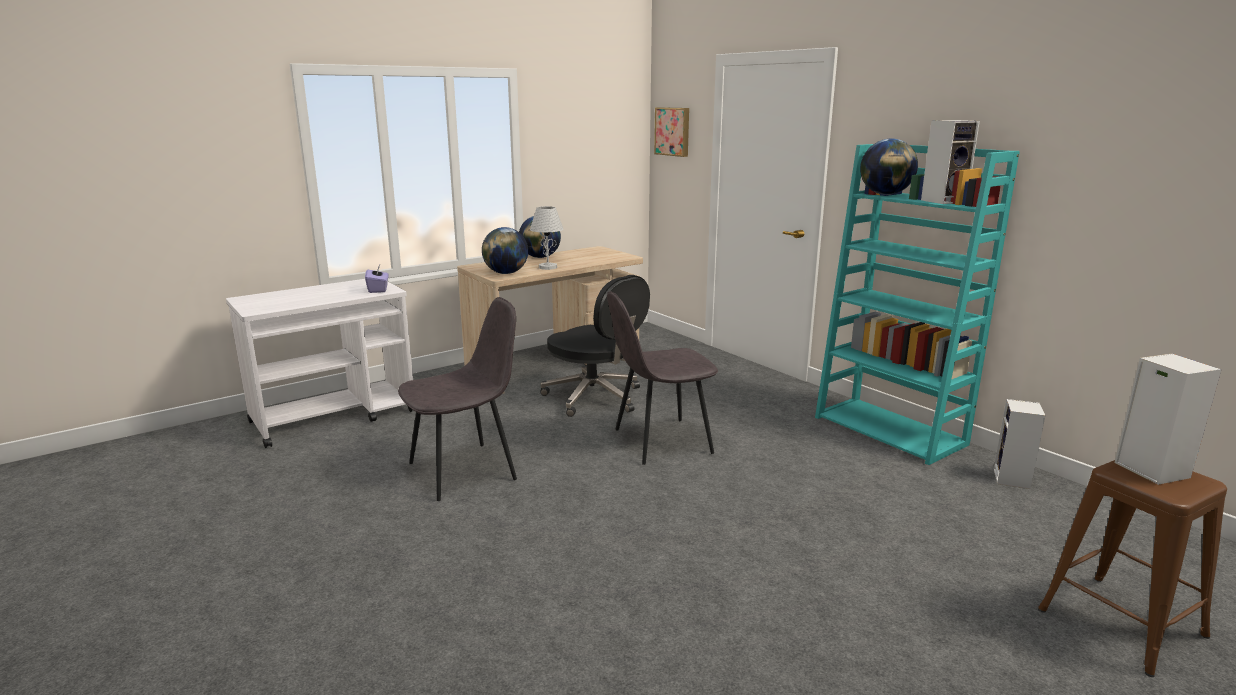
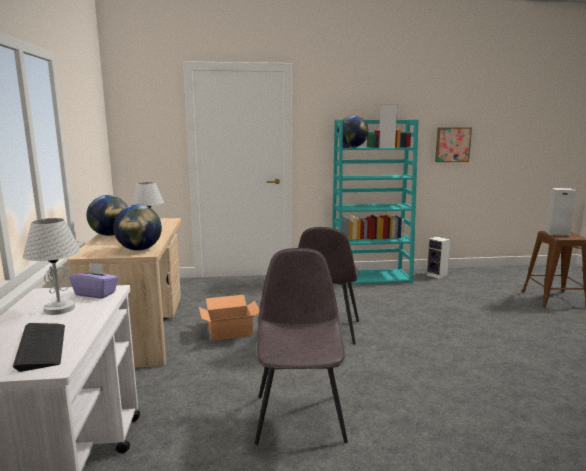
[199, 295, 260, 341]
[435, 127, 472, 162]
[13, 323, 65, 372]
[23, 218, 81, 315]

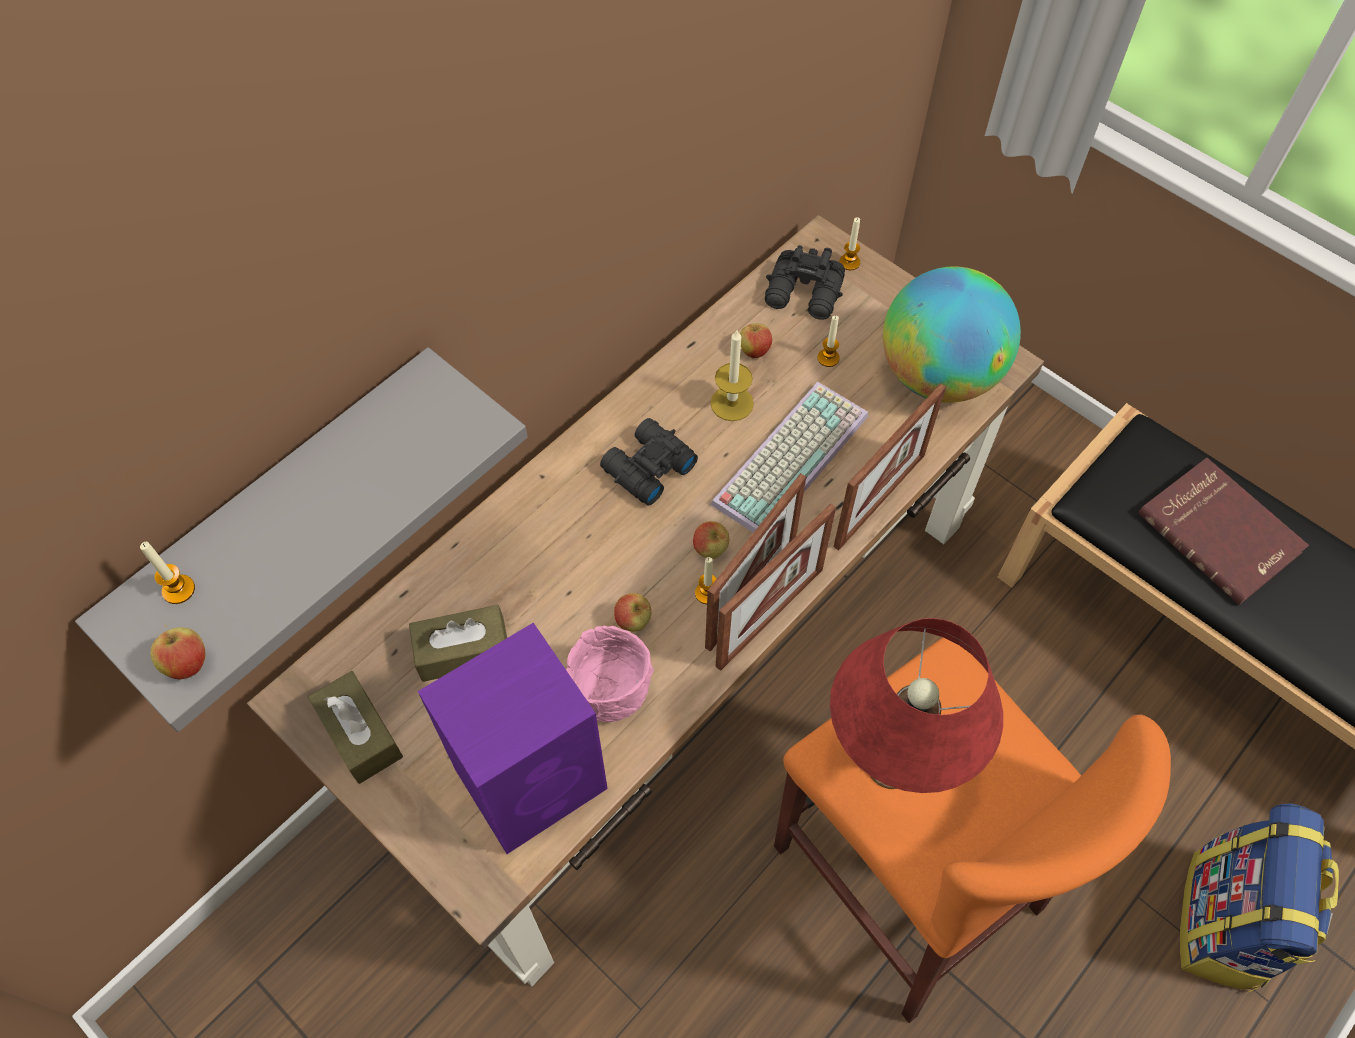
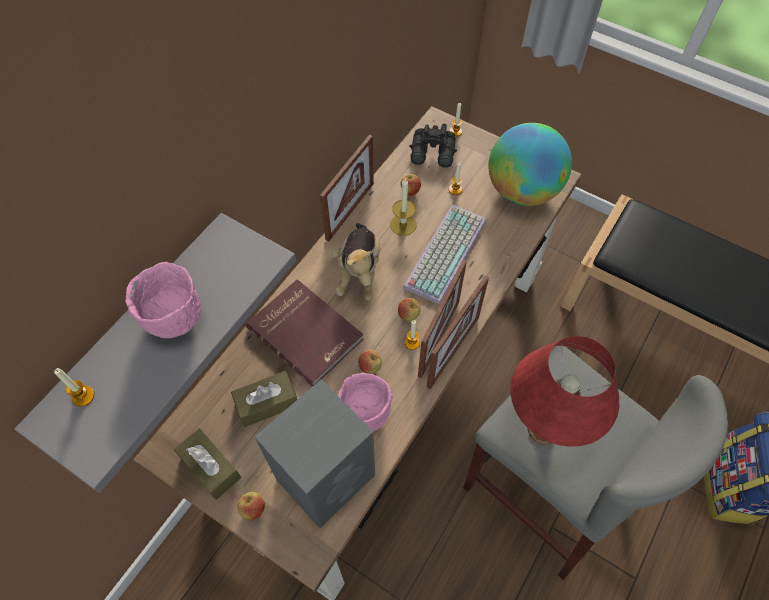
[237, 492, 265, 520]
[255, 380, 375, 528]
[332, 223, 380, 301]
[463, 346, 728, 580]
[320, 135, 374, 242]
[246, 279, 364, 387]
[125, 262, 201, 338]

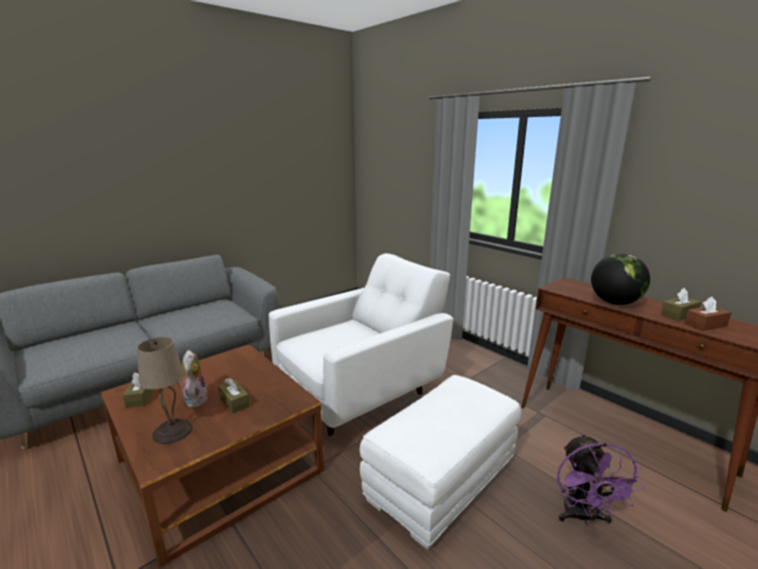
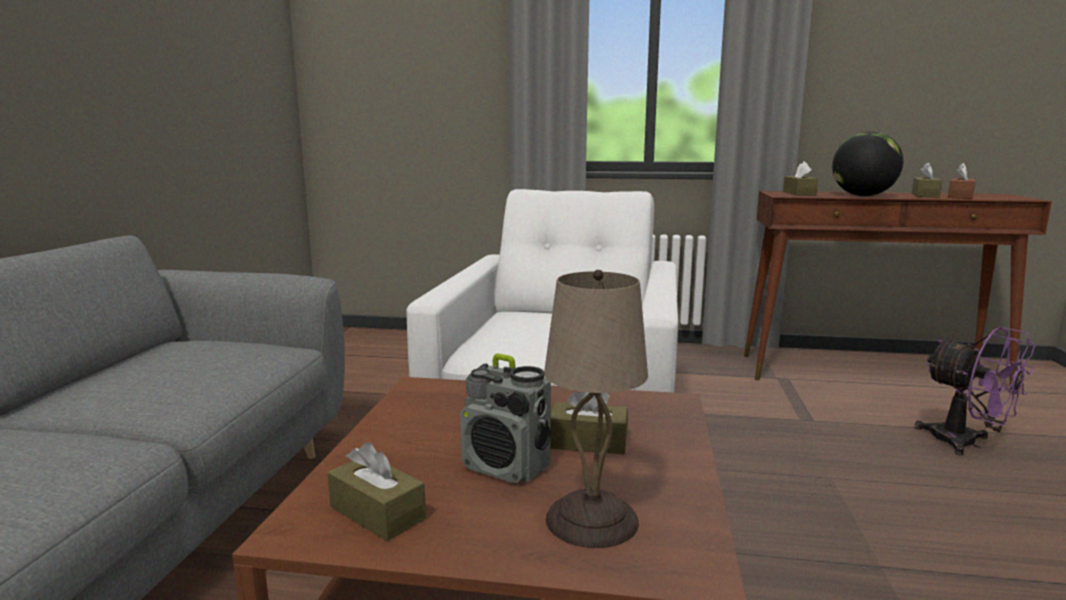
[460, 354, 551, 483]
[360, 375, 521, 550] (first image)
[783, 161, 818, 195]

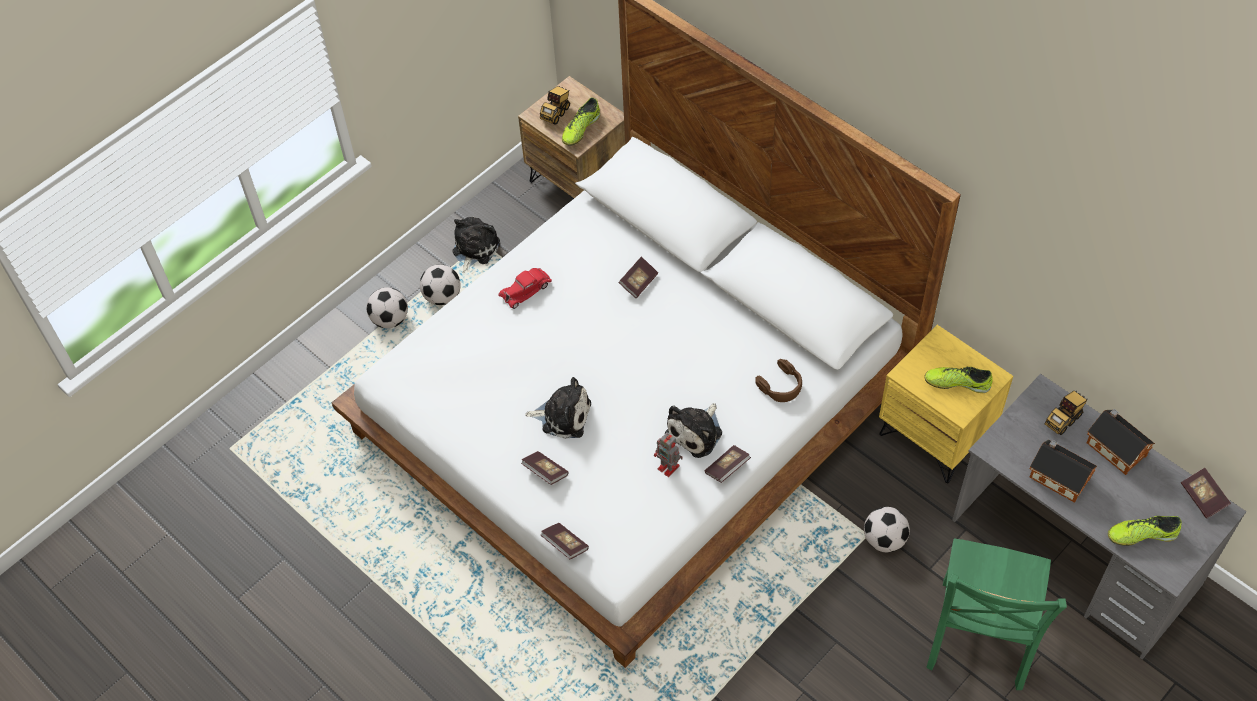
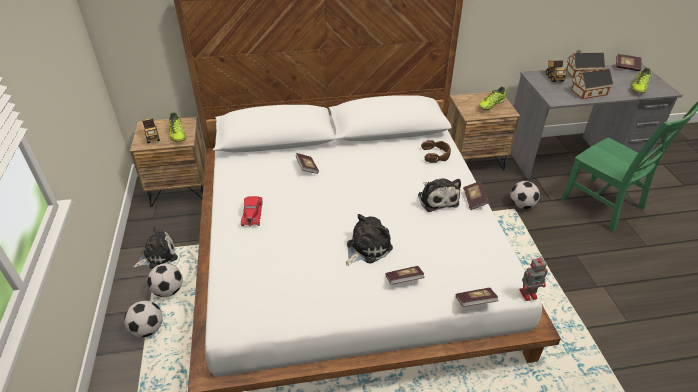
[133, 227, 178, 269]
[519, 256, 548, 301]
[447, 92, 520, 170]

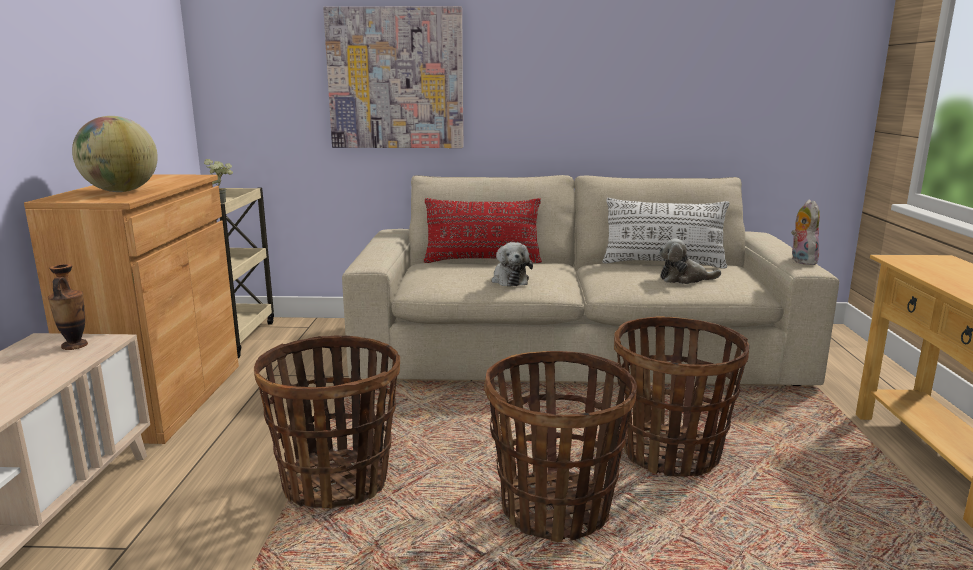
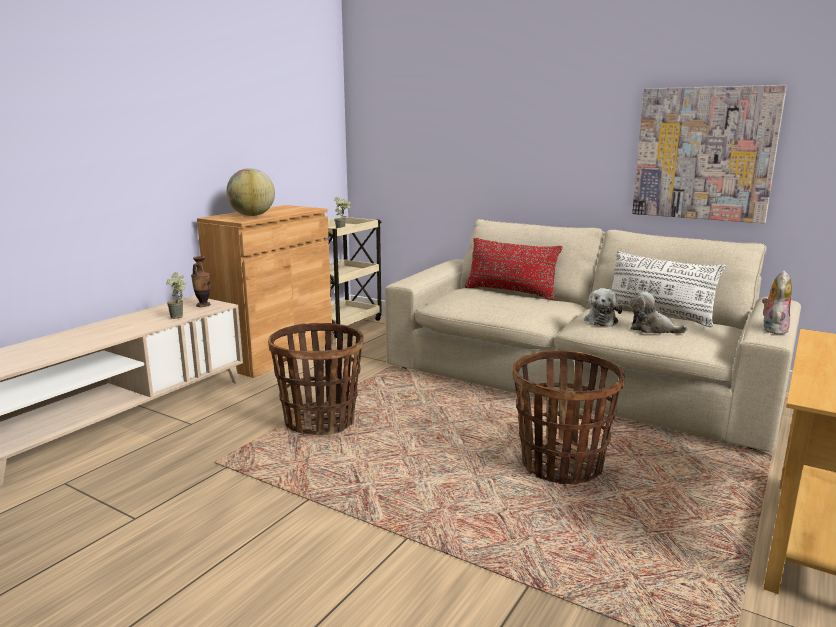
[632, 85, 787, 223]
[484, 351, 637, 542] (first image)
[584, 288, 622, 327]
[166, 272, 186, 319]

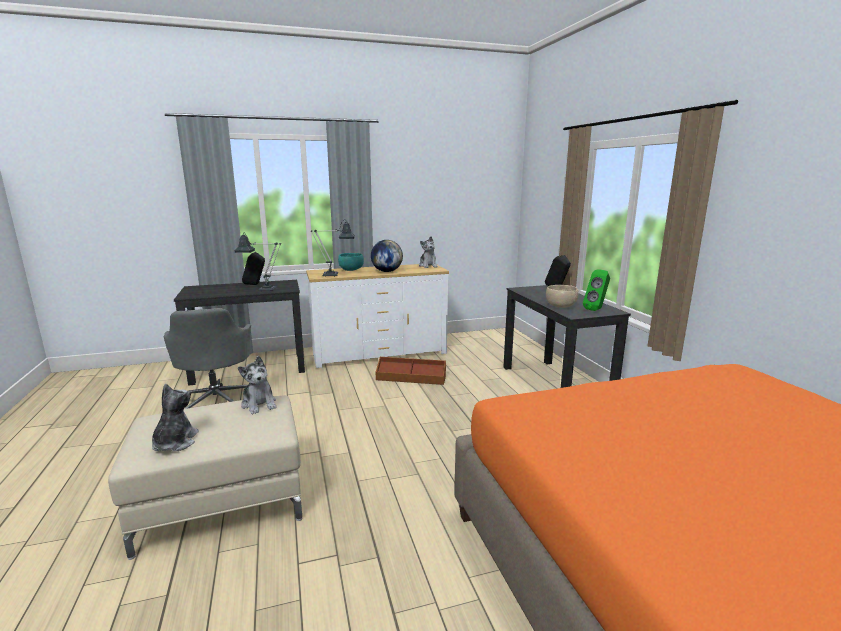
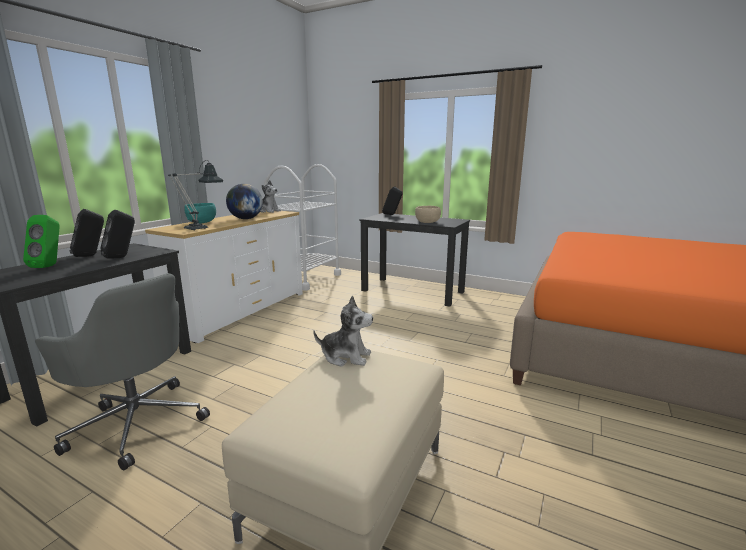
[152, 383, 199, 451] (first image)
[100, 210, 135, 259]
[376, 357, 446, 385] (first image)
[23, 215, 60, 268]
[264, 164, 341, 291]

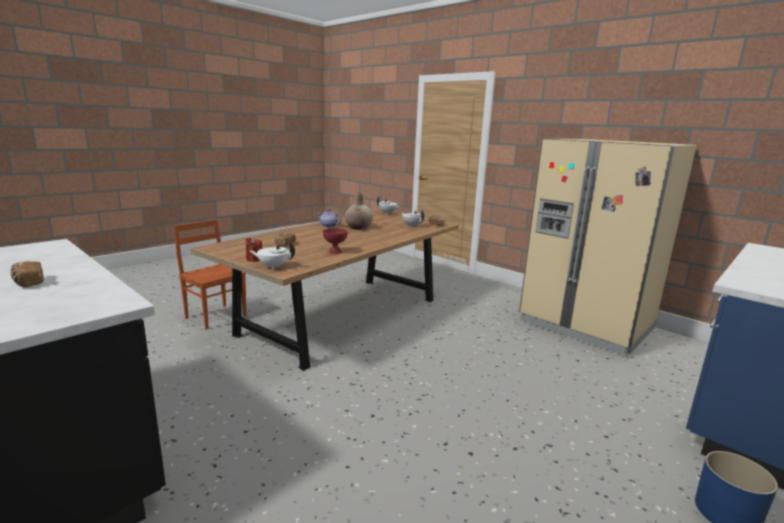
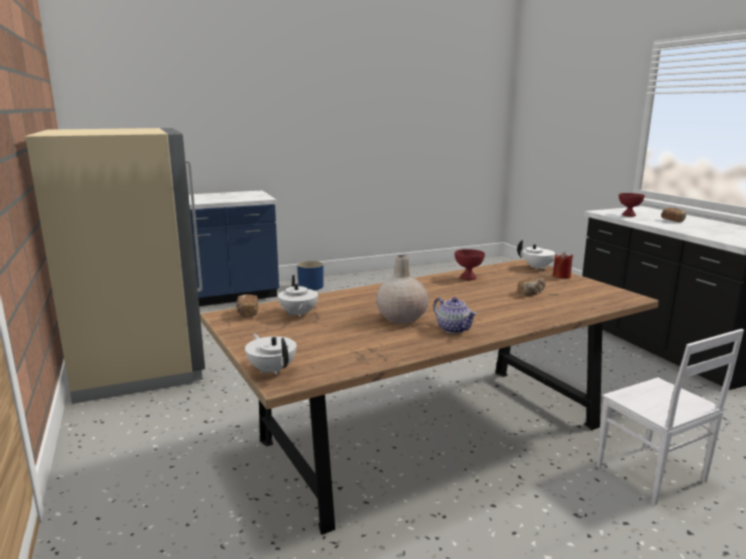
[596, 329, 744, 505]
[619, 193, 645, 216]

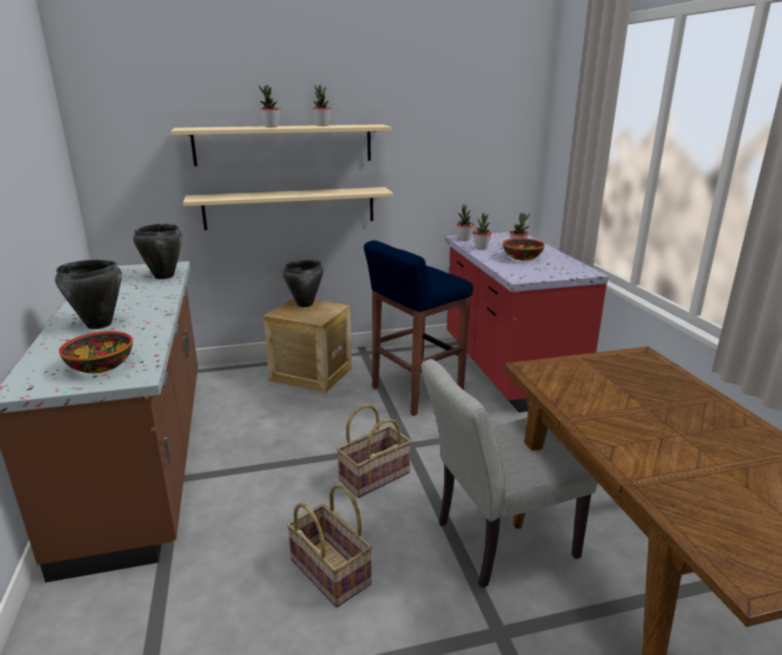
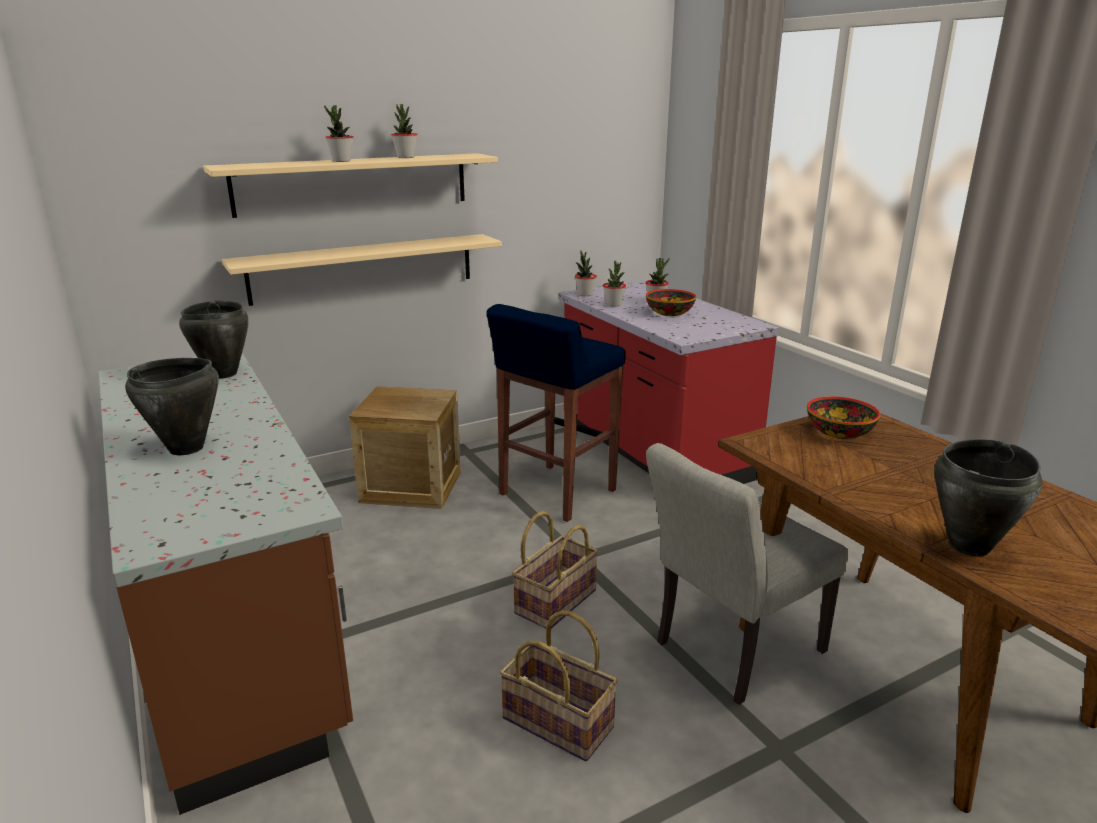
[807, 396, 880, 439]
[934, 439, 1042, 557]

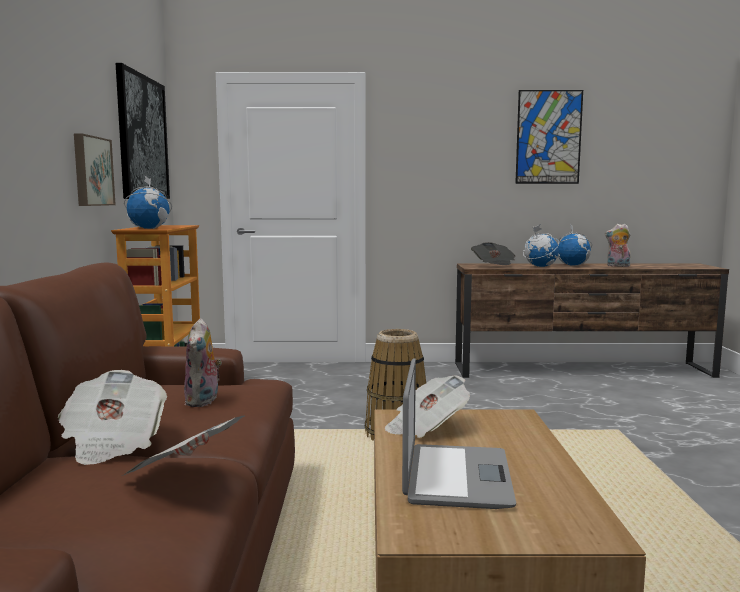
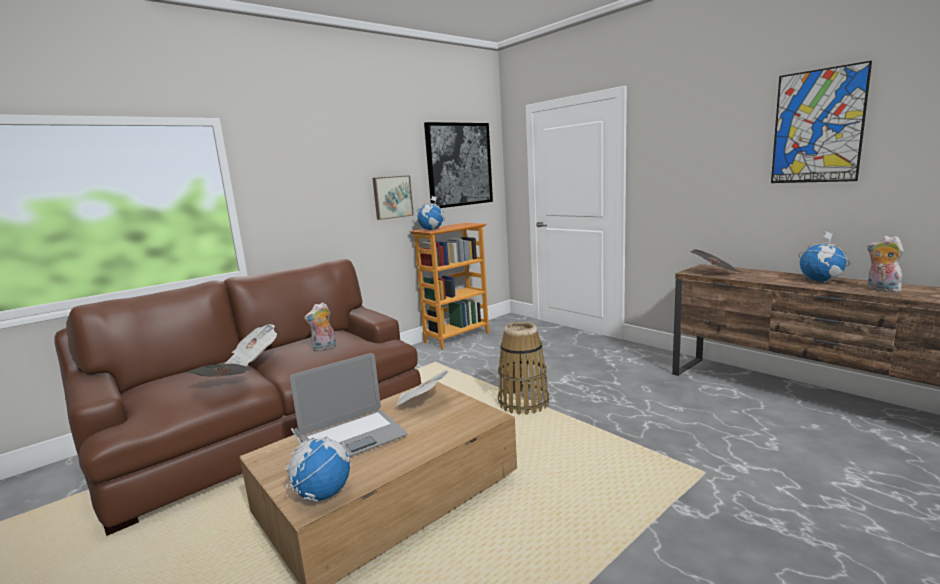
[285, 428, 351, 502]

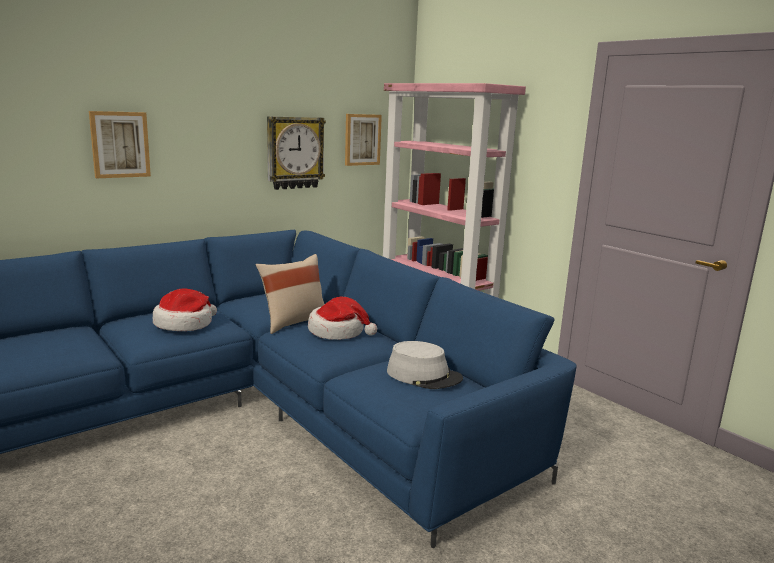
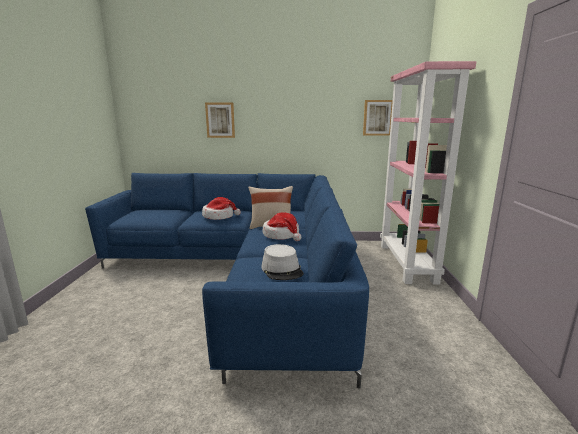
[267, 116, 326, 190] (first image)

